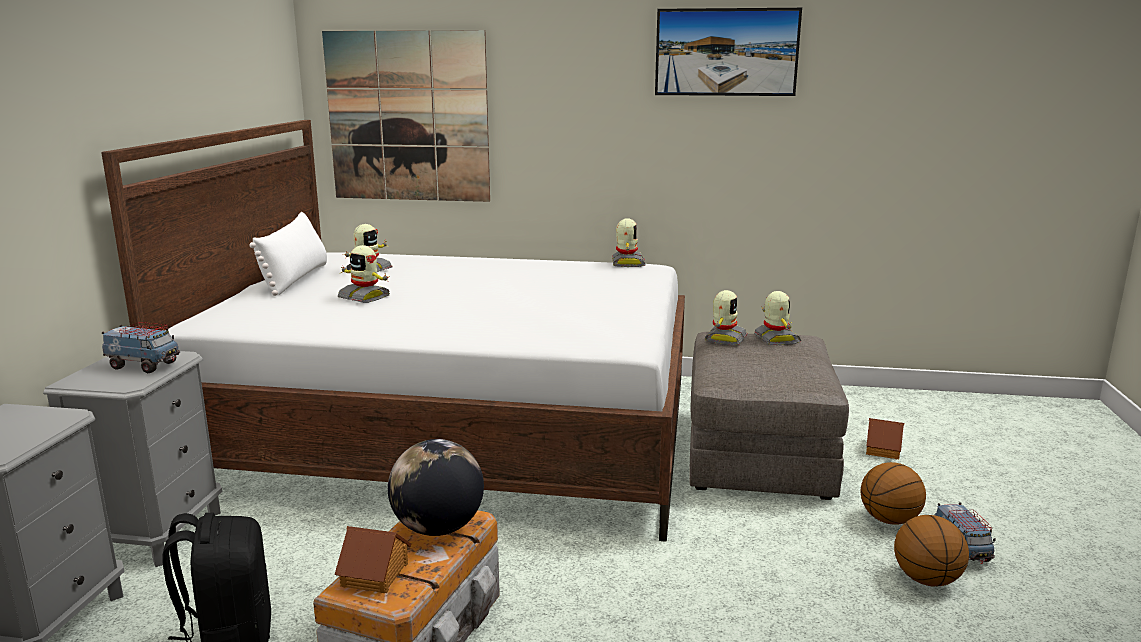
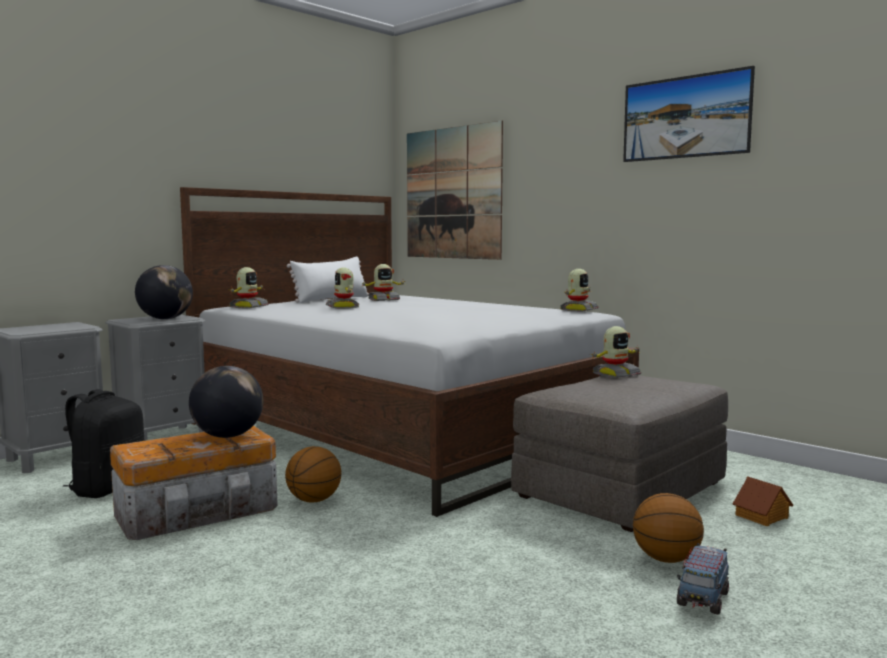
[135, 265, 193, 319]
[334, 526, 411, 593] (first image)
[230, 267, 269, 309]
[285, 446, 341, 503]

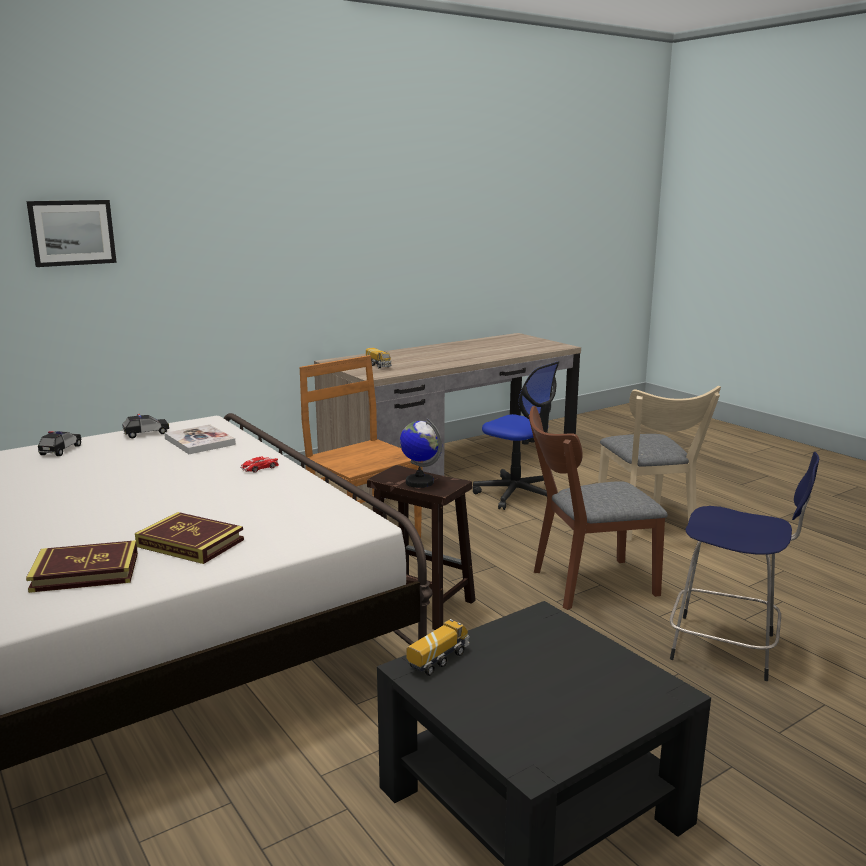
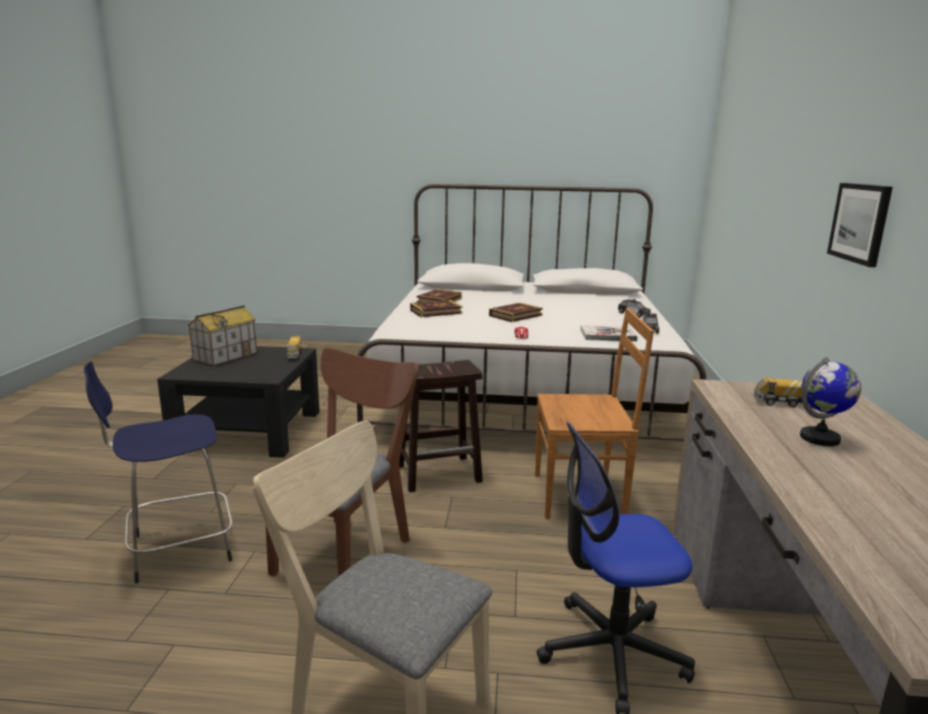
[827, 183, 893, 267]
[800, 357, 861, 446]
[187, 305, 257, 366]
[489, 303, 543, 322]

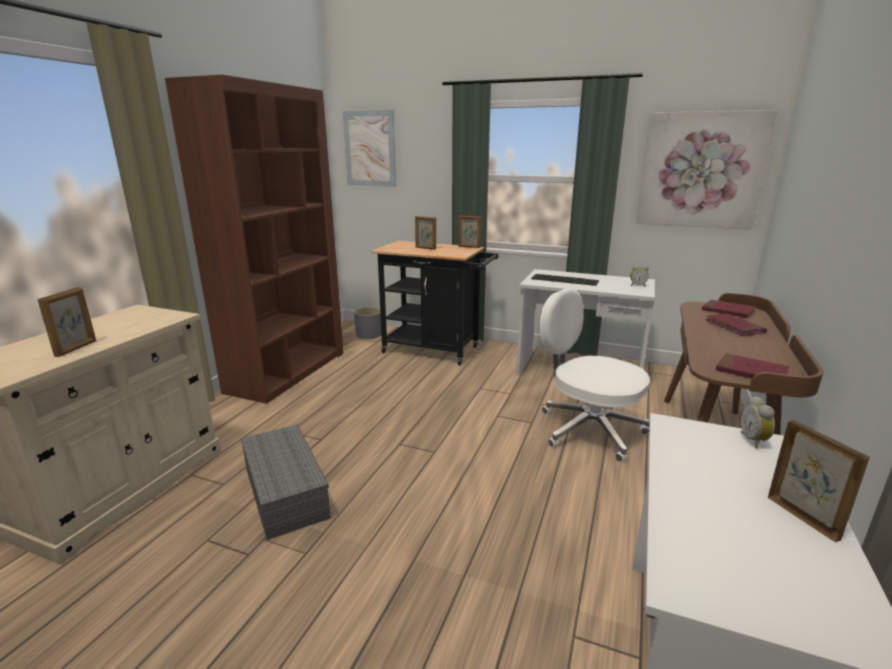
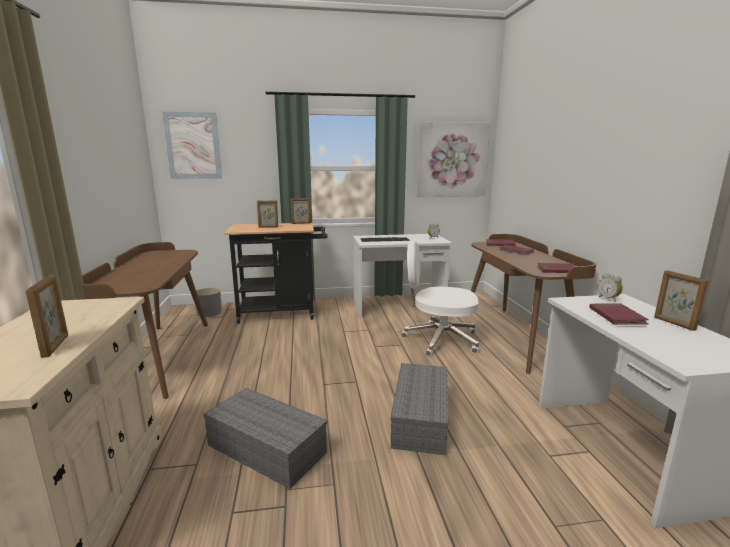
[82, 242, 208, 399]
[654, 270, 709, 331]
[390, 363, 448, 455]
[589, 303, 649, 325]

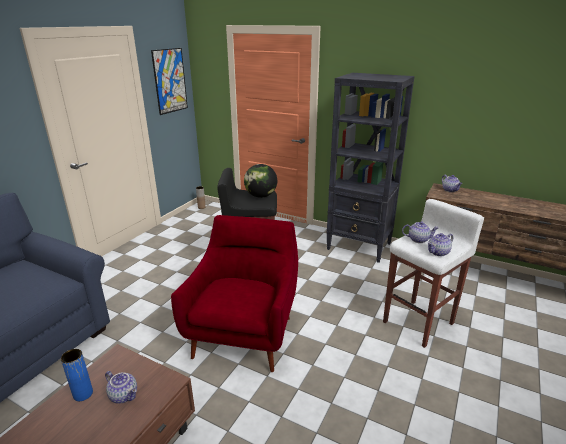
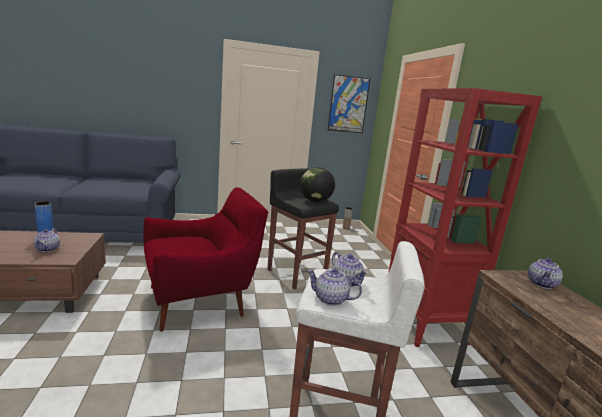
[388, 88, 542, 347]

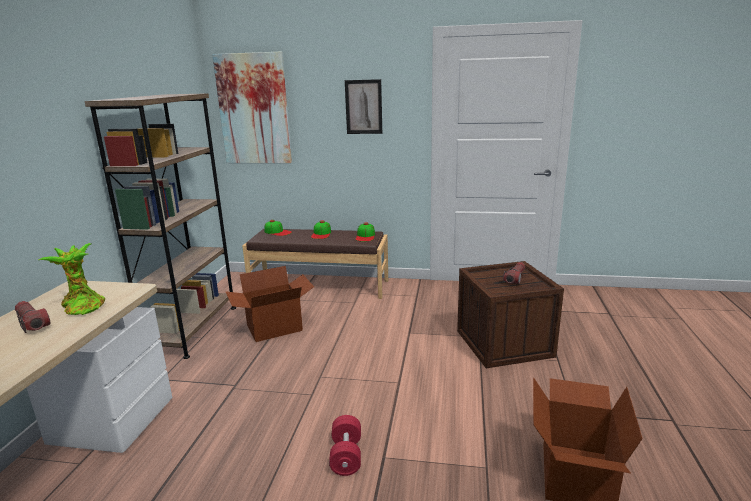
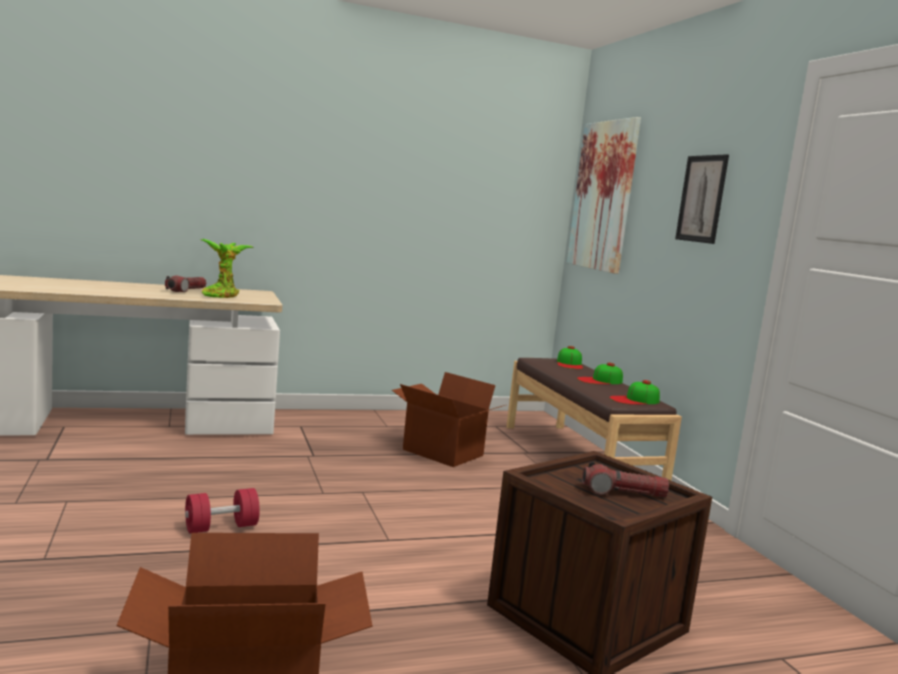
[85, 93, 236, 359] (first image)

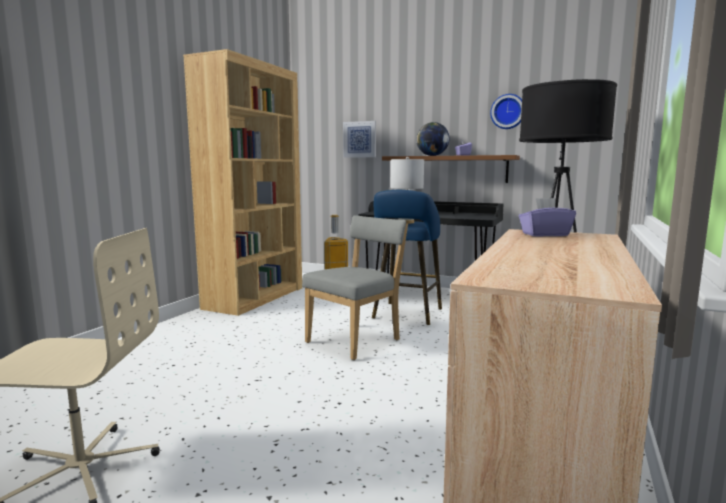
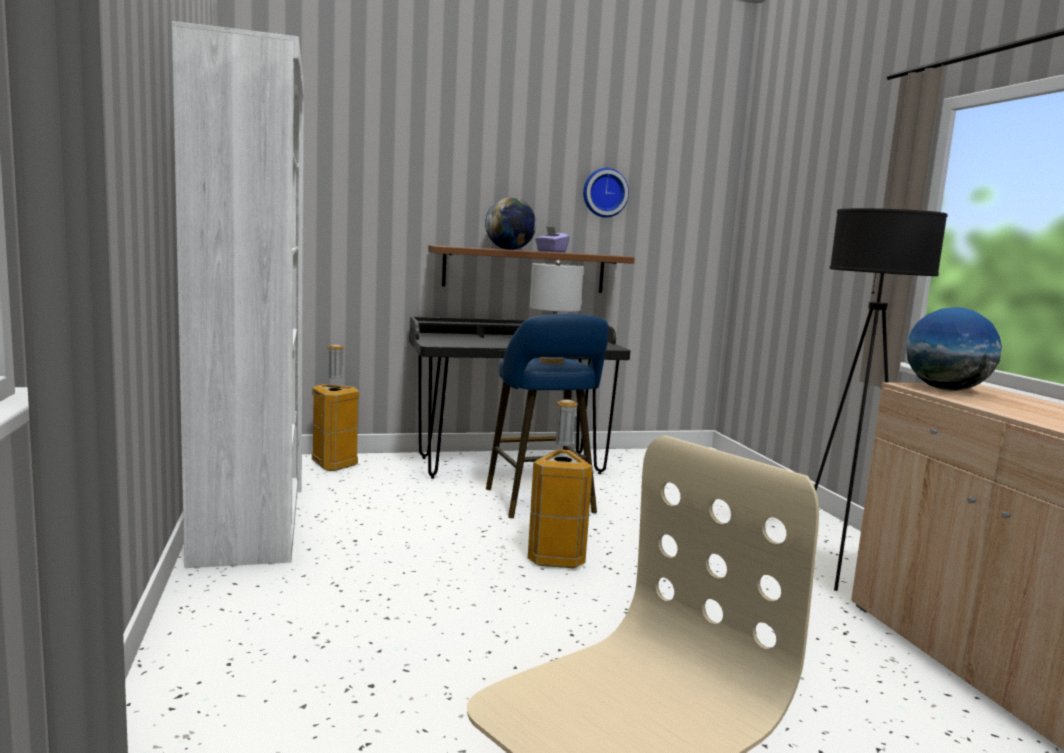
[172, 21, 304, 568]
[528, 399, 593, 568]
[343, 121, 376, 158] (first image)
[906, 307, 1002, 391]

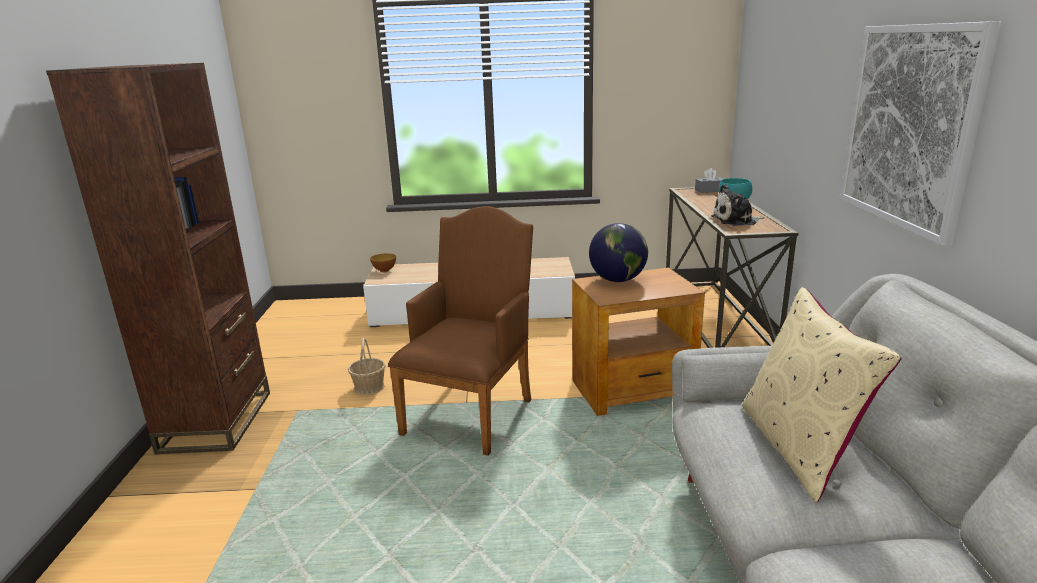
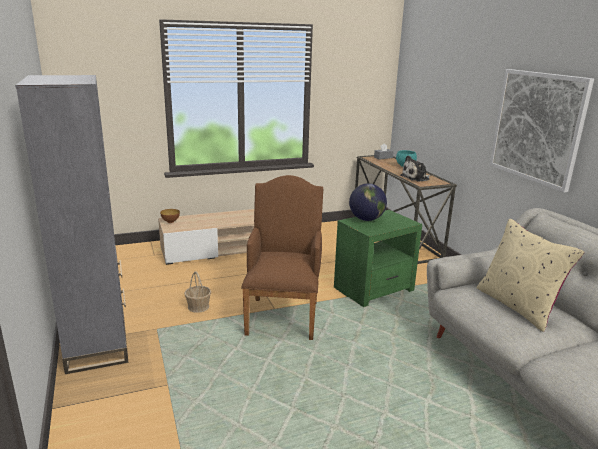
[15, 75, 128, 374]
[334, 210, 422, 307]

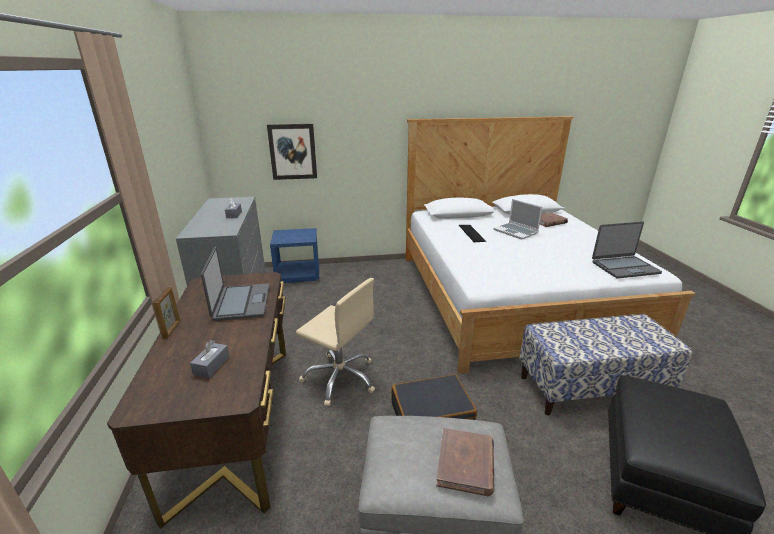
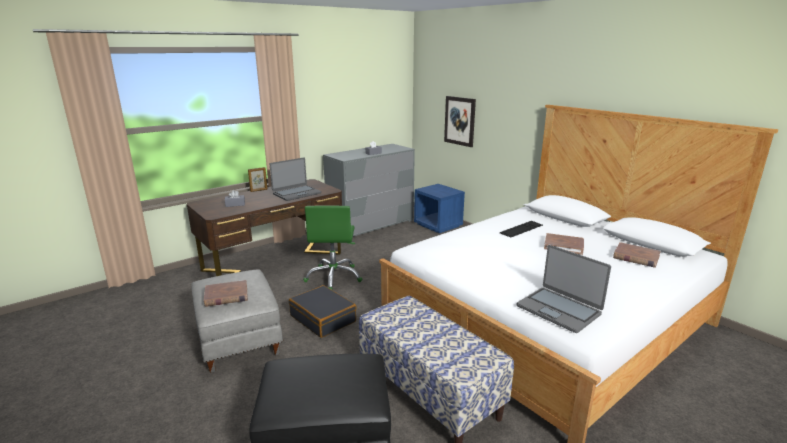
[303, 206, 362, 290]
[544, 233, 584, 255]

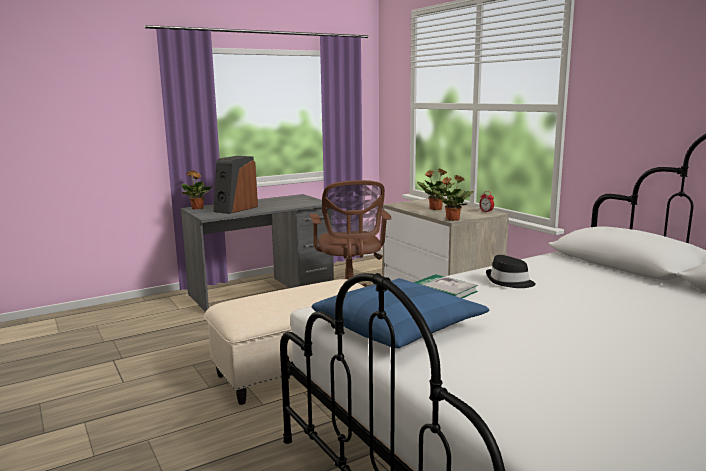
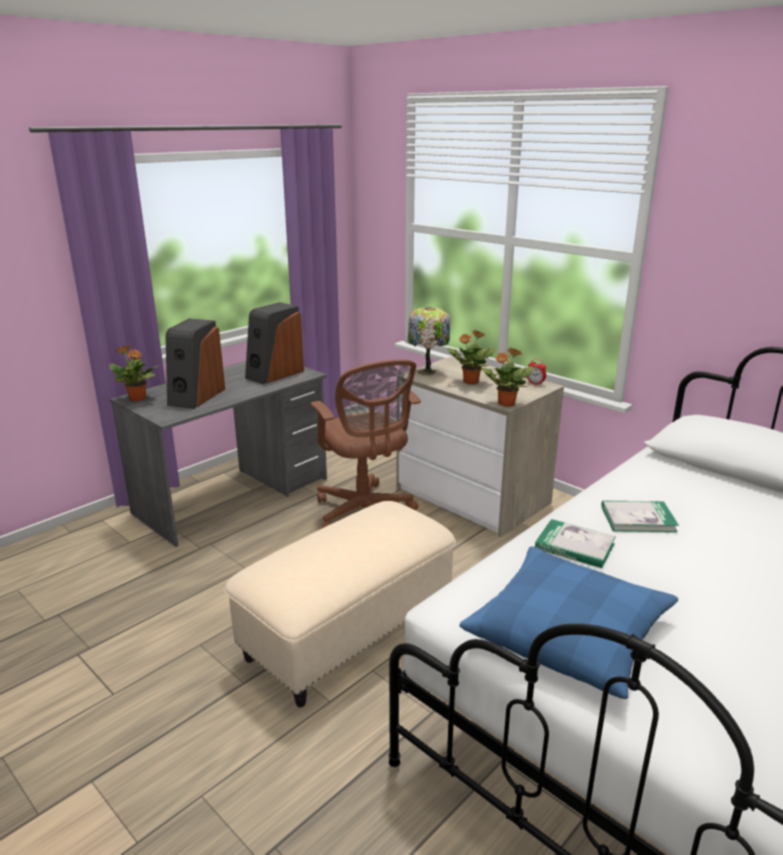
[601, 500, 679, 532]
[245, 302, 304, 384]
[408, 307, 450, 375]

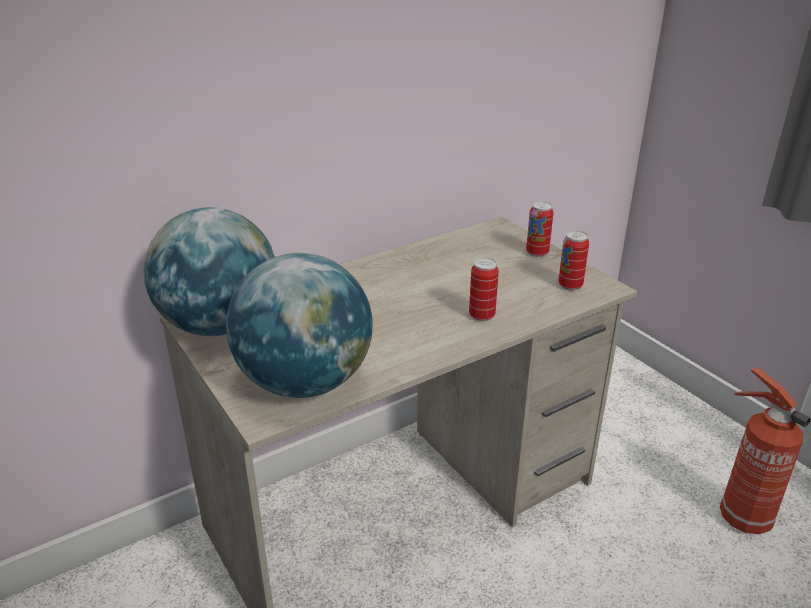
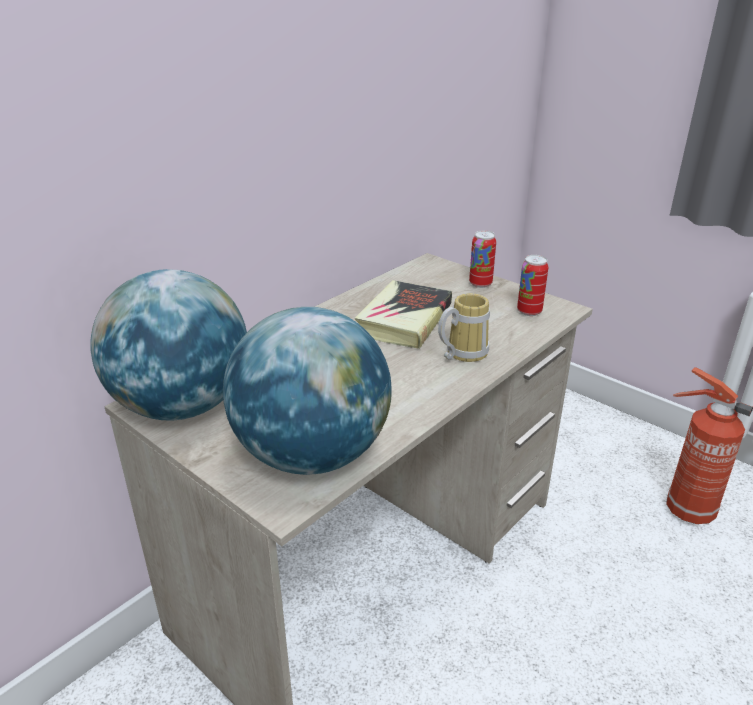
[438, 293, 490, 362]
[355, 280, 452, 349]

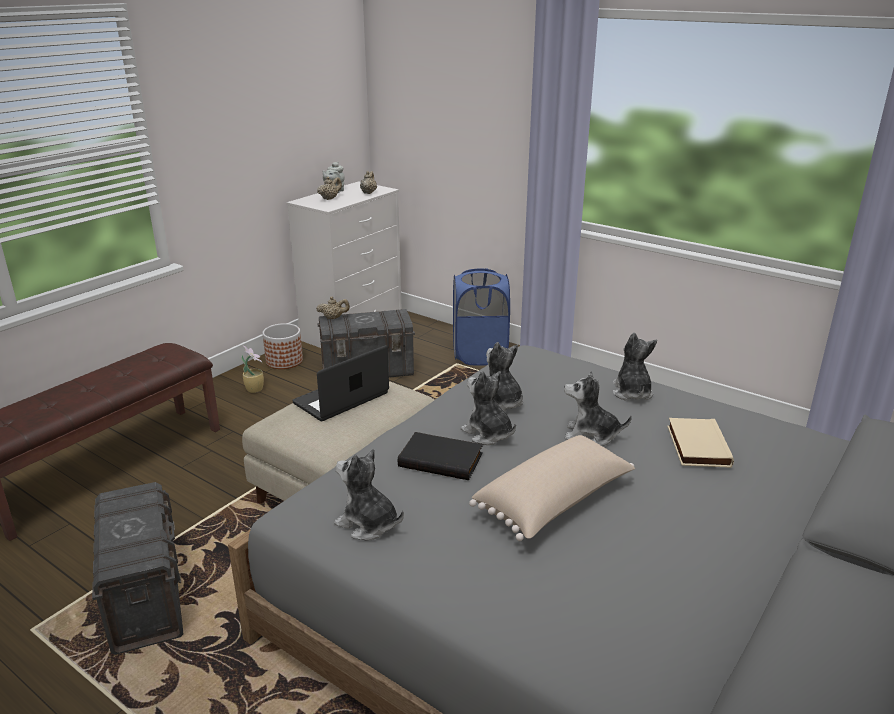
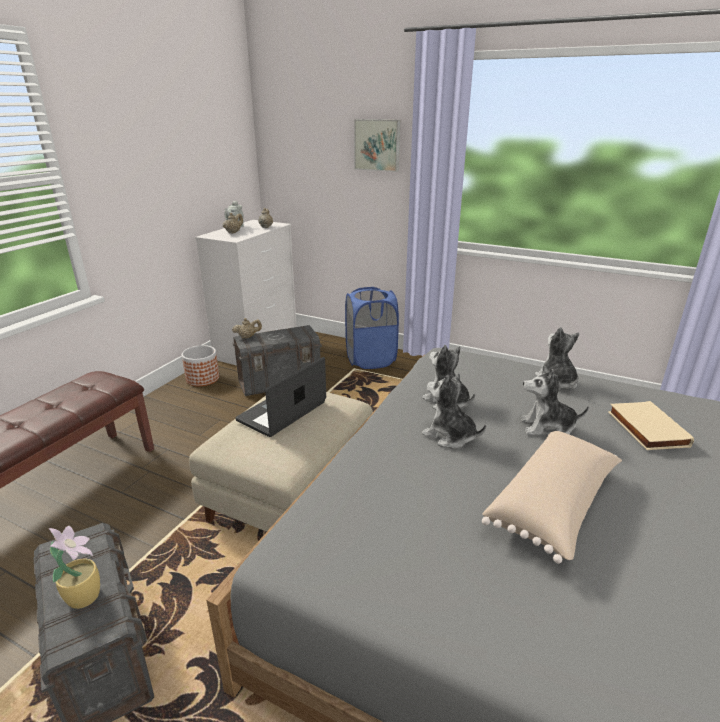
[49, 526, 100, 609]
[334, 449, 404, 541] (first image)
[398, 432, 483, 480] (first image)
[354, 119, 400, 172]

